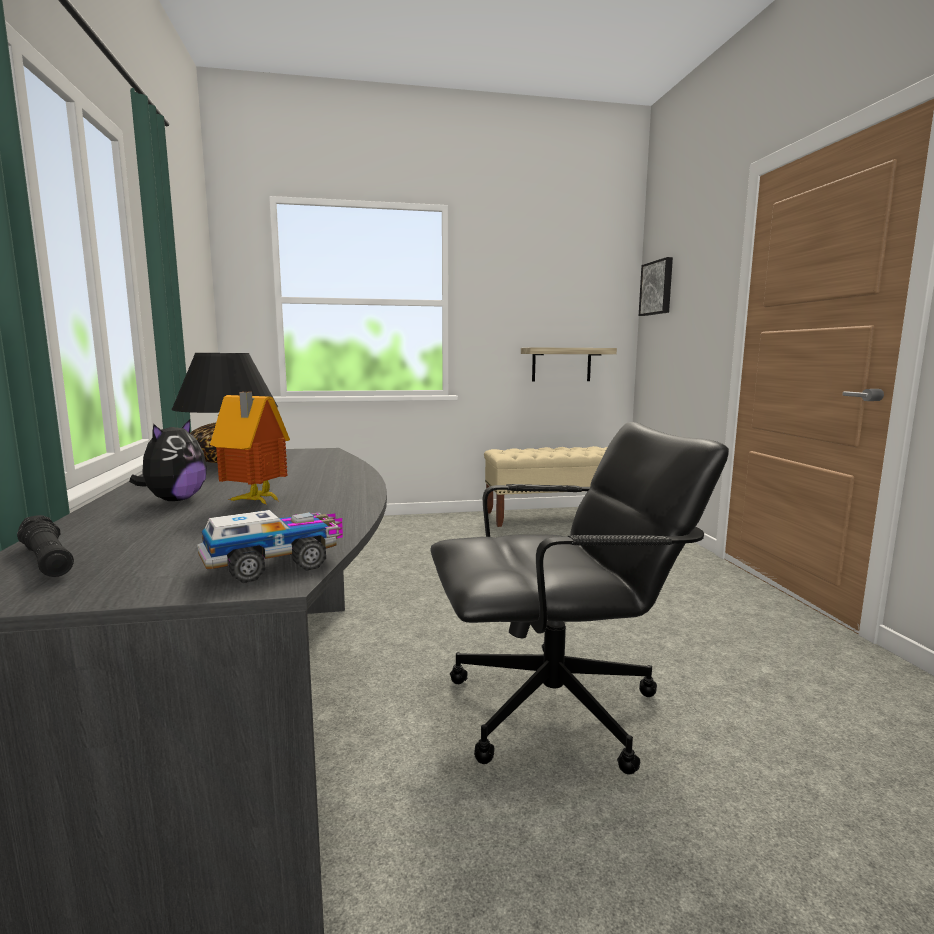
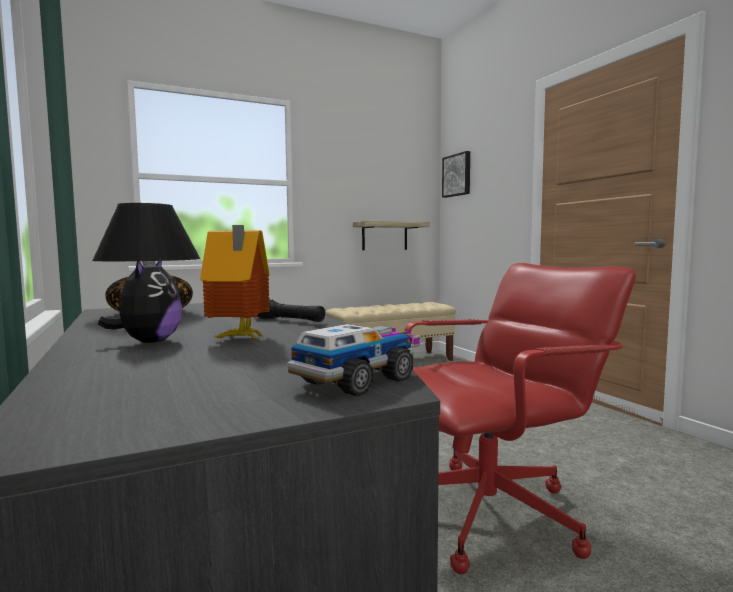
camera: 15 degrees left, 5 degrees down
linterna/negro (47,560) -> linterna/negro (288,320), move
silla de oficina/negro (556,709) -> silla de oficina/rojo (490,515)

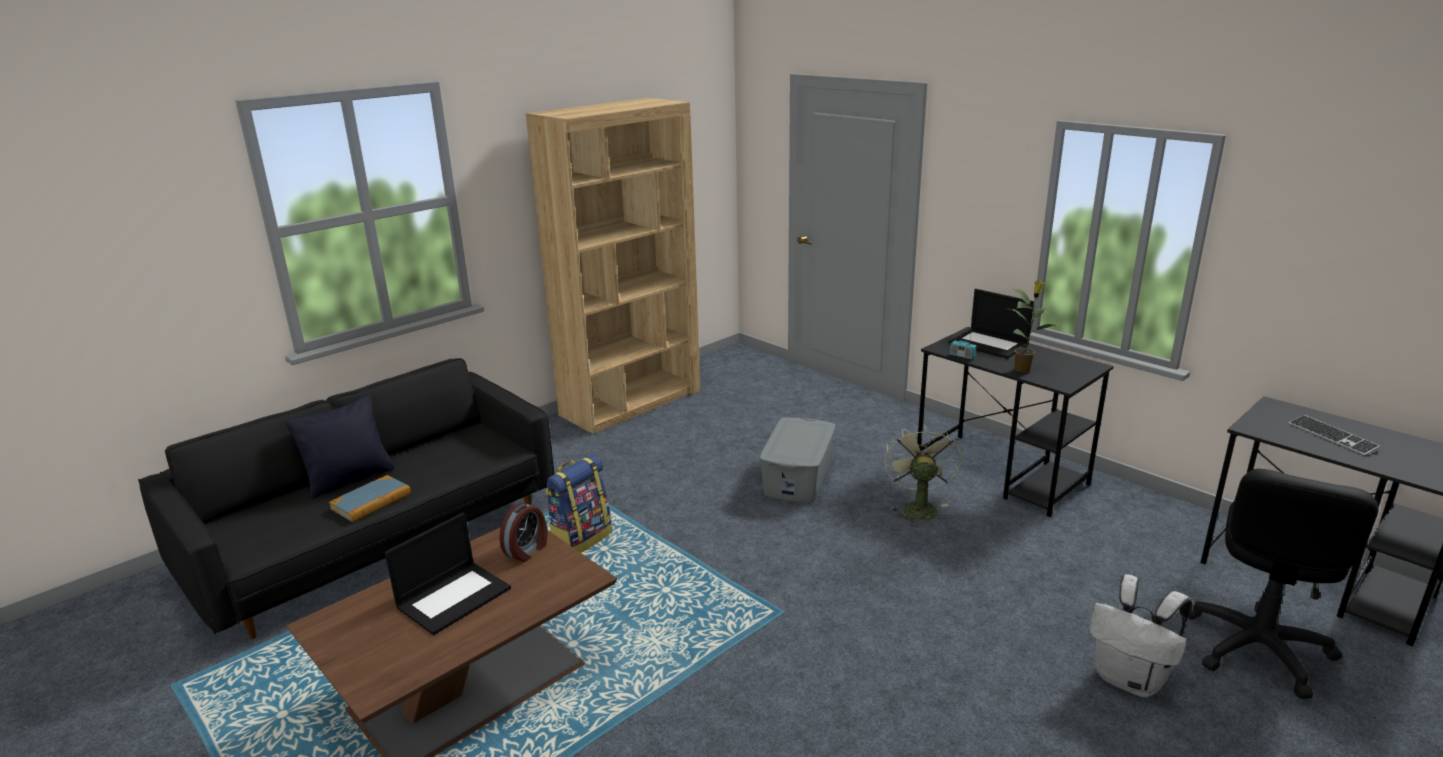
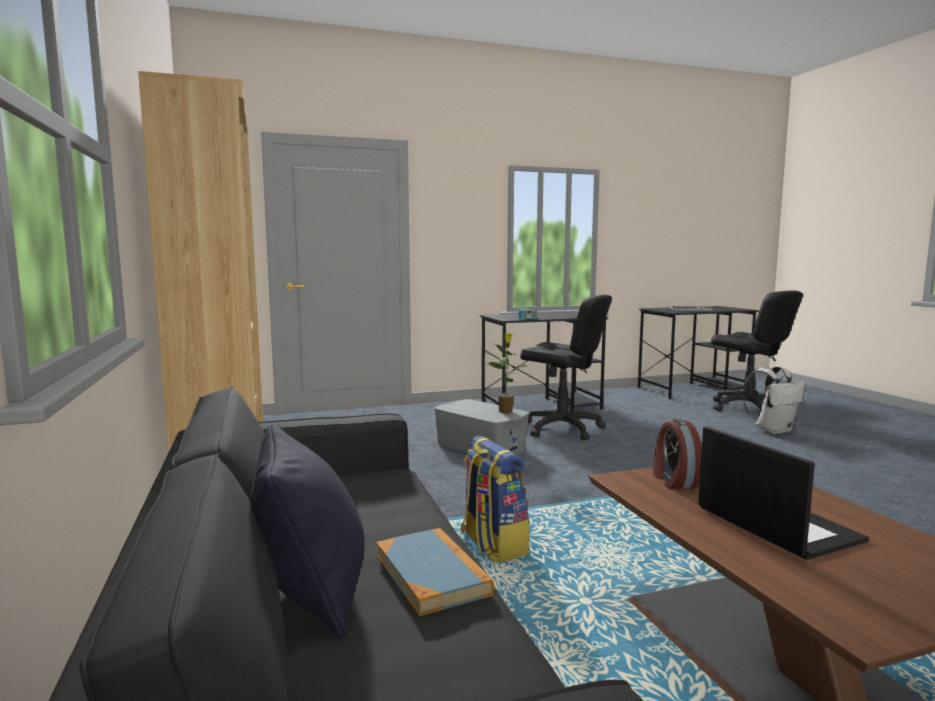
camera: 65 degrees left, 15 degrees down
planta en maceta (1023,369) -> planta en maceta (506,411), move
ventilador/verde (917,507) -> silla de oficina/negro (562,429)
despertador (527,550) -> despertador (673,481), 150 degrees counterclockwise
portátil (989,344) -> none

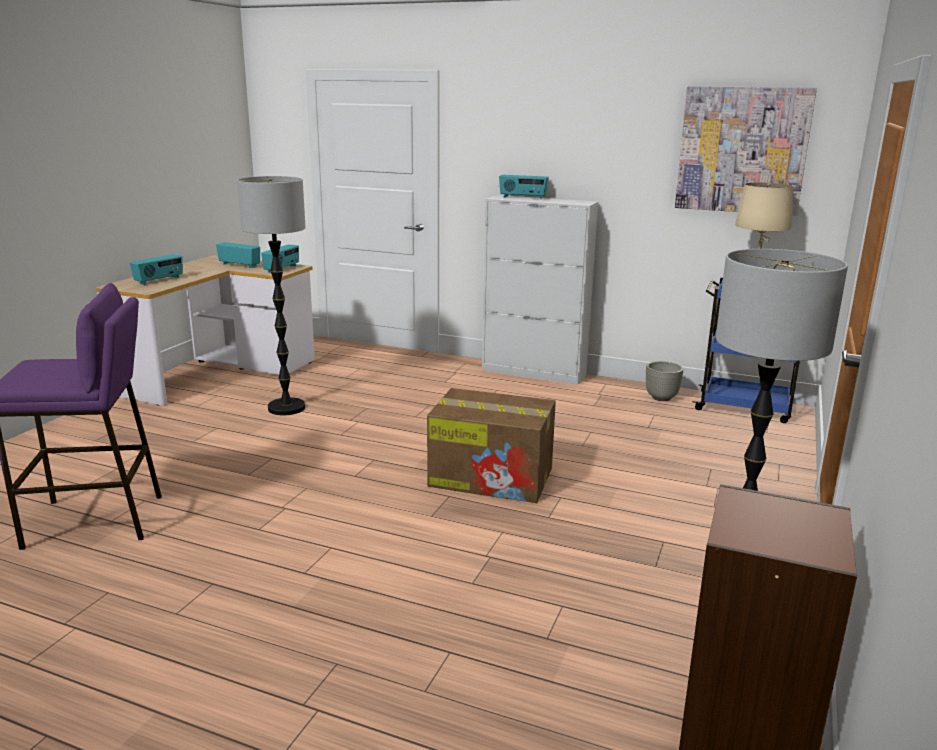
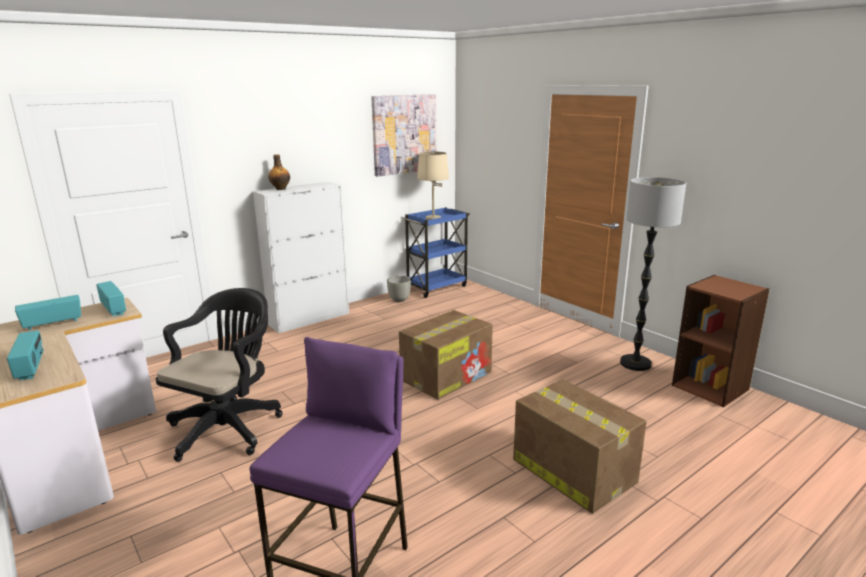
camera: 60 degrees left, 0 degrees up
lámpara de pie (286,408) -> silla de oficina/negro (228,427)
radio (523,197) -> botella (280,189)
none -> caja de cartón (572,470)

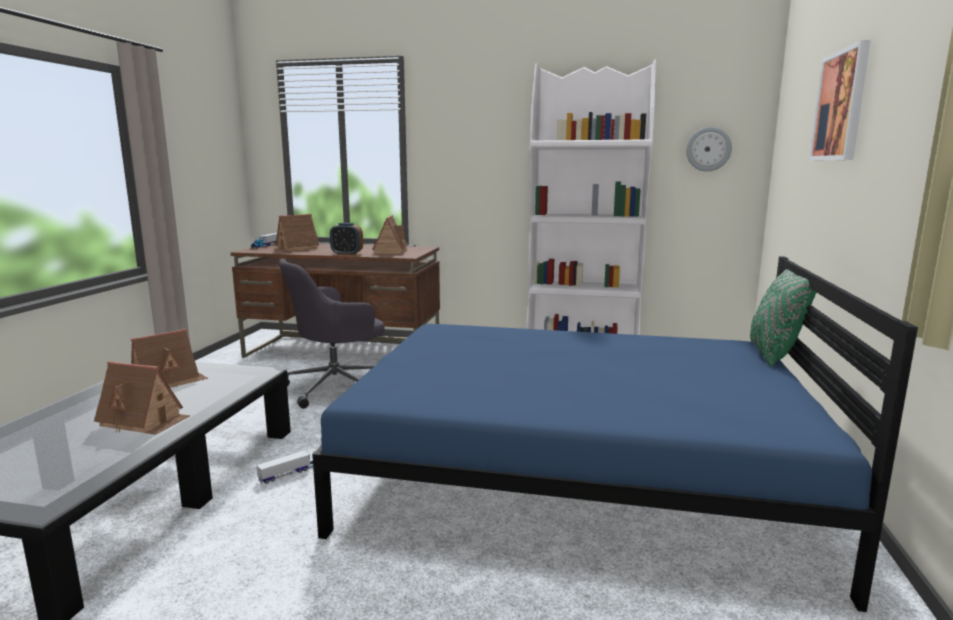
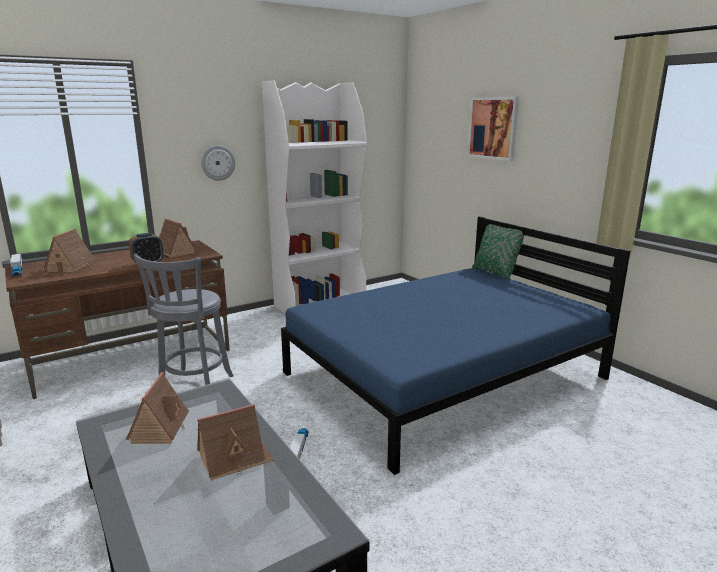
camera: 45 degrees left, 5 degrees up
silla de oficina/gris (337,387) -> taburete/gris (194,387)
reloj de pared (708,149) -> reloj de pared (218,162), move

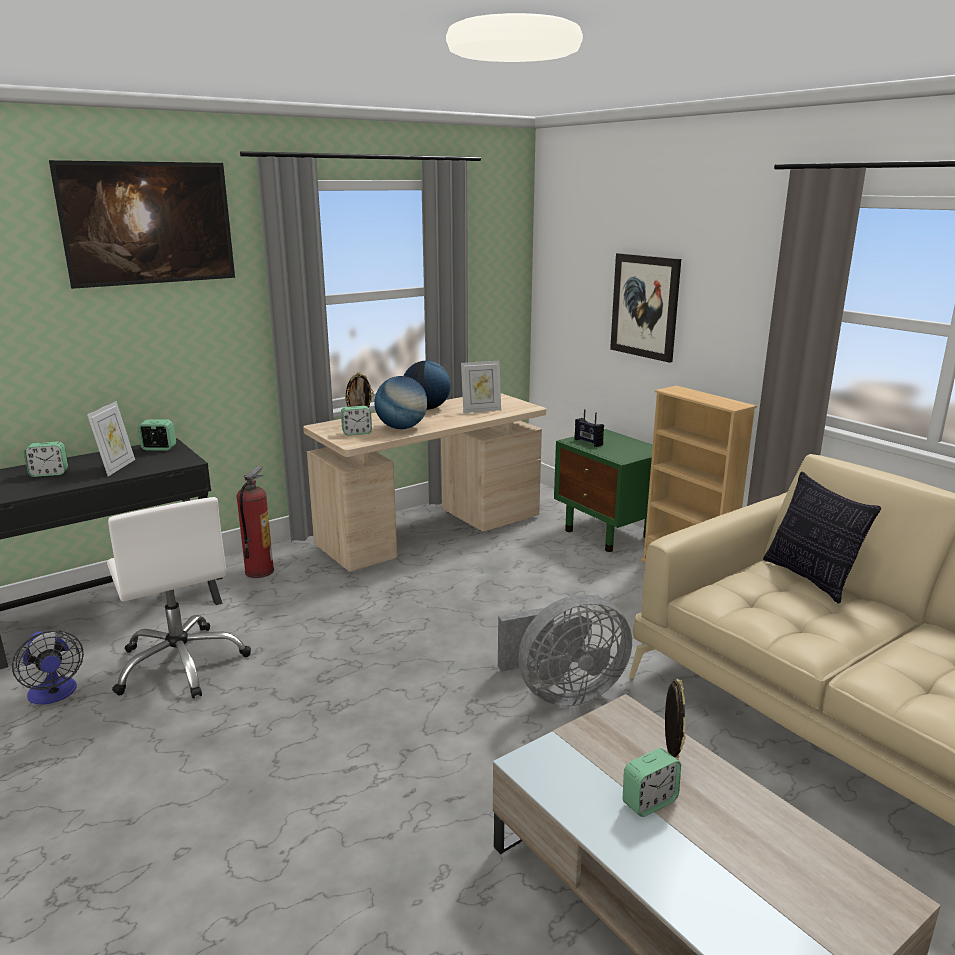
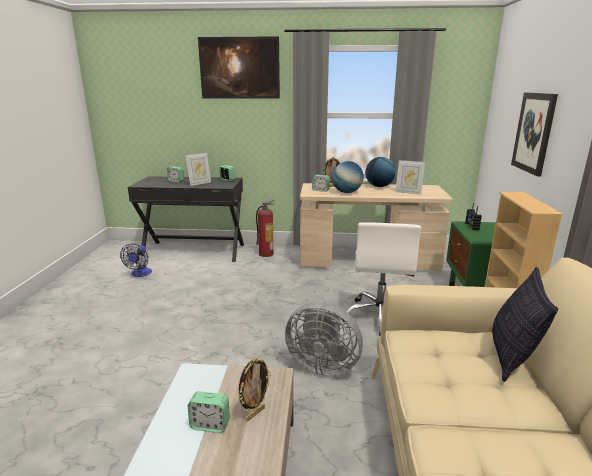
camera: 40 degrees right, 0 degrees up
silla de oficina/blanco (181,663) -> silla de oficina/blanco (380,317), move

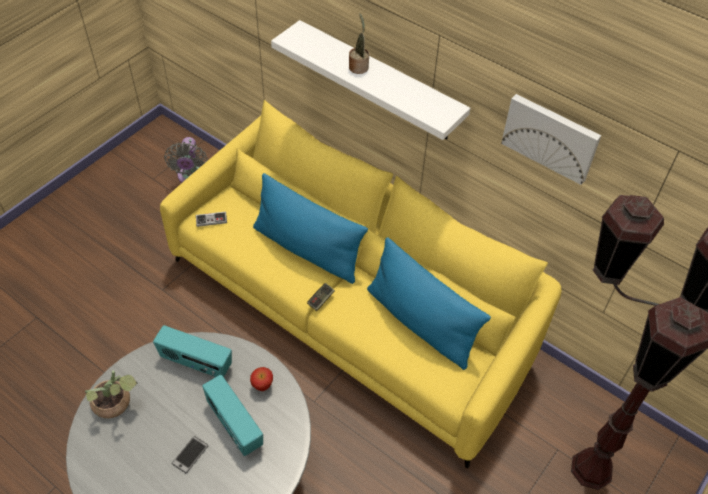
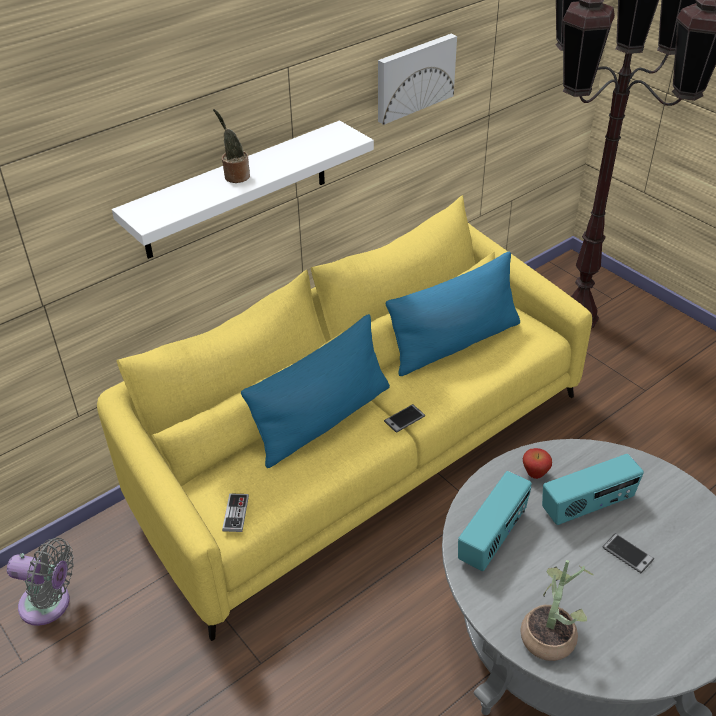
camera: 75 degrees left, 10 degrees down
mando de consola (321,300) -> móvil (404,419)

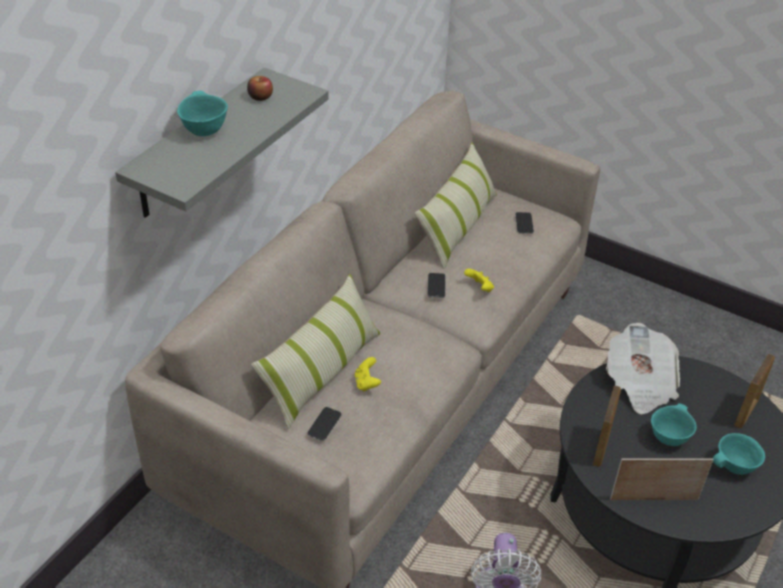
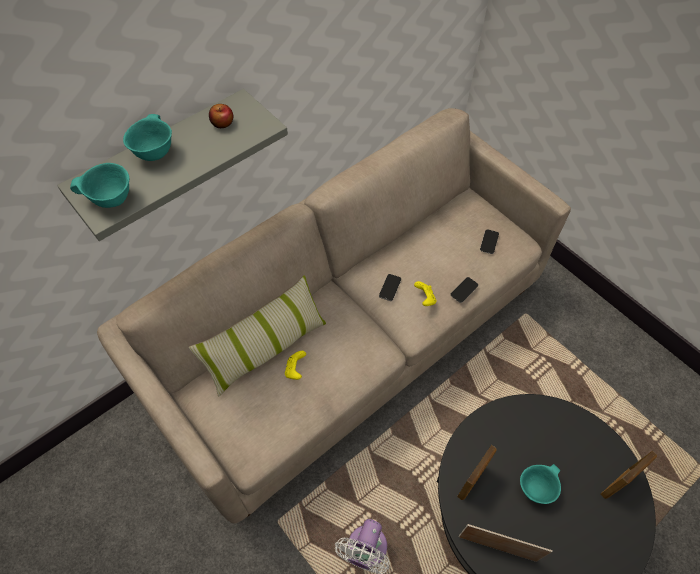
camera: 20 degrees right, 15 degrees up
cuenco/turquesa (734,467) -> cuenco/turquesa (111,200), move
móvil (324,424) -> móvil (464,290), move
cojín (457,226) -> none
periódico (639,384) -> none

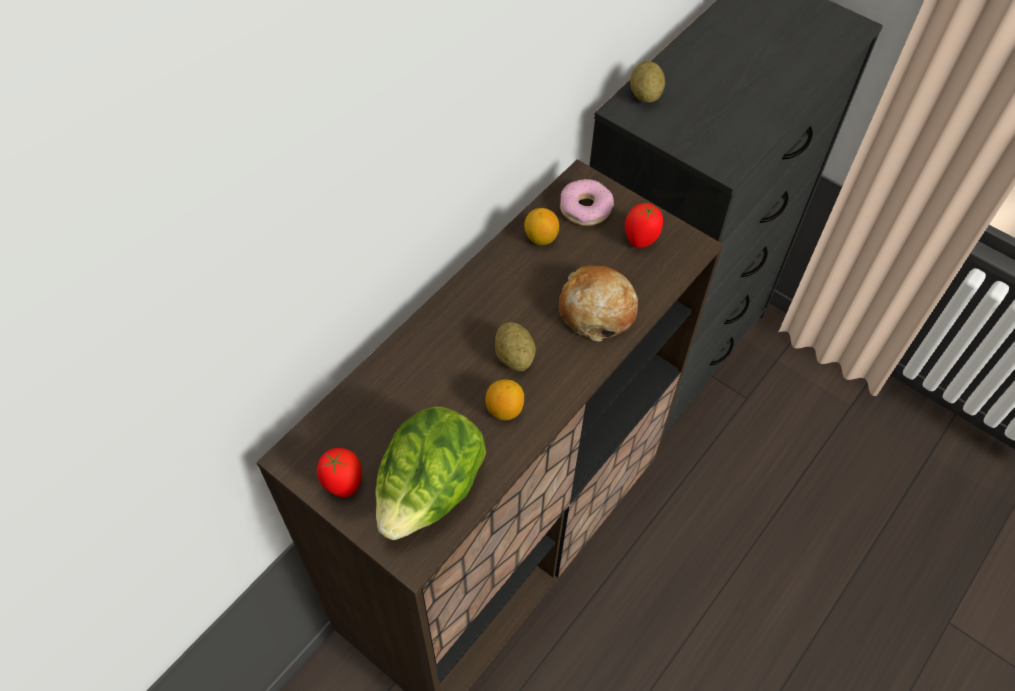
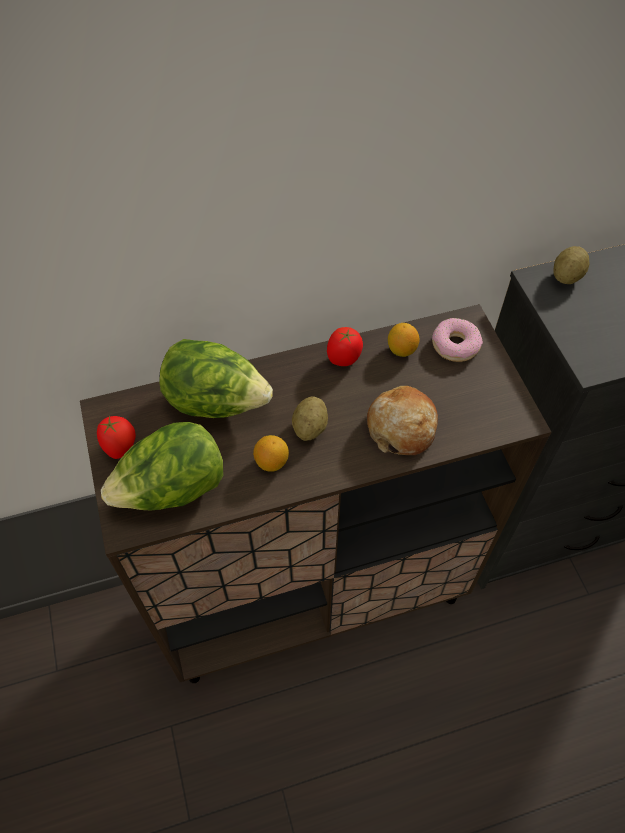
camera: 35 degrees right, 0 degrees up
none -> lechuga (216,402)
tomate (641,239) -> tomate (344,359), move

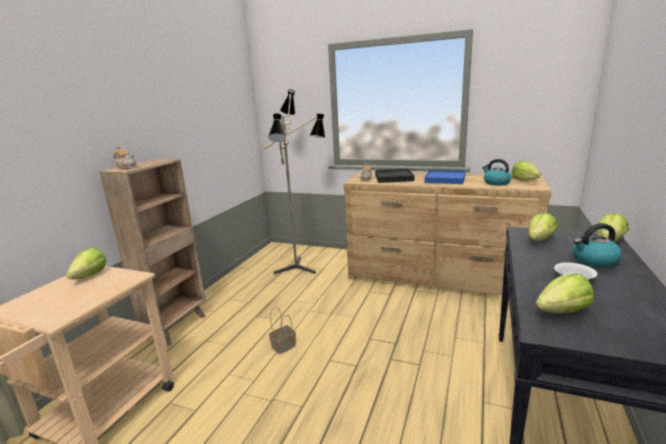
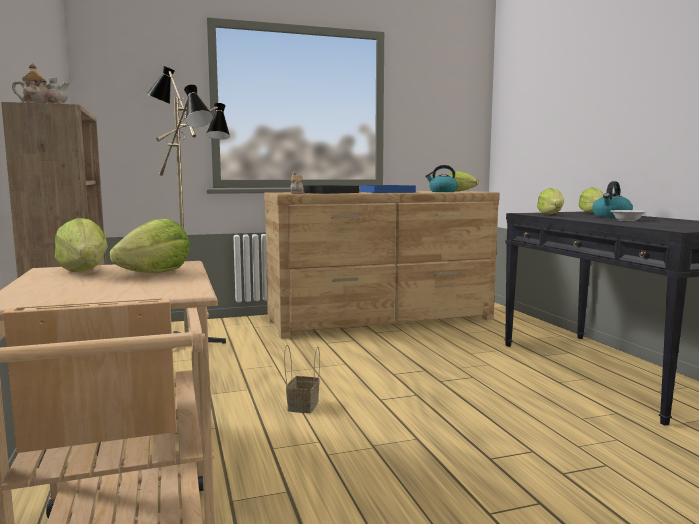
camera: 40 degrees left, 10 degrees down
lechuga (562,311) -> lechuga (155,273), move

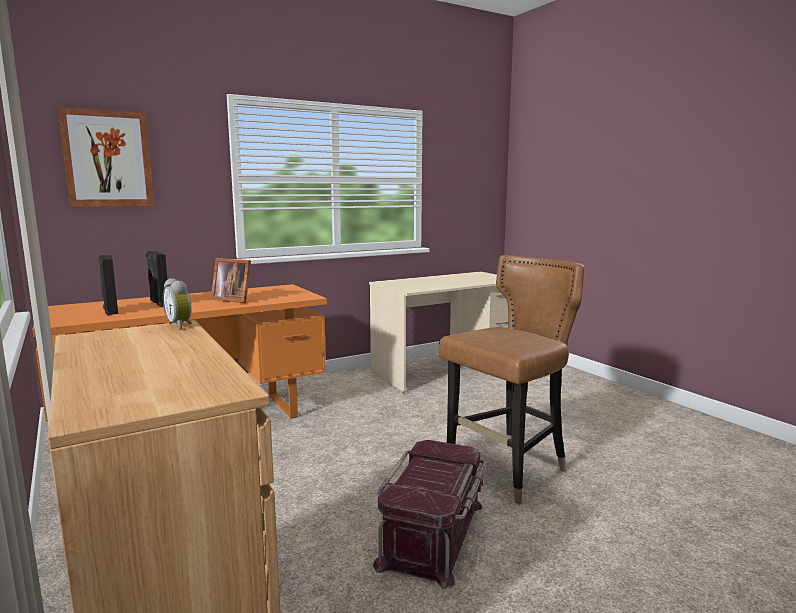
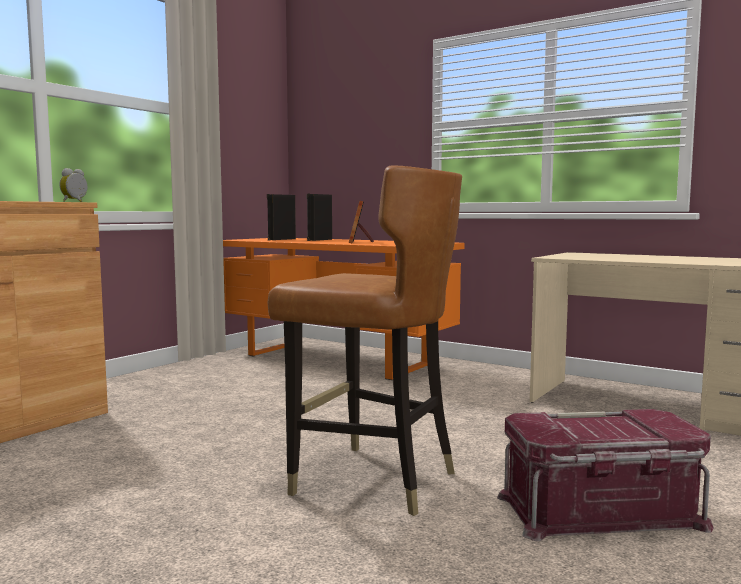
camera: 65 degrees right, 5 degrees down
caja de almacenaje/rojo (434,534) -> caja de almacenaje/rojo (600,512), move
cuadro (108,159) -> none

